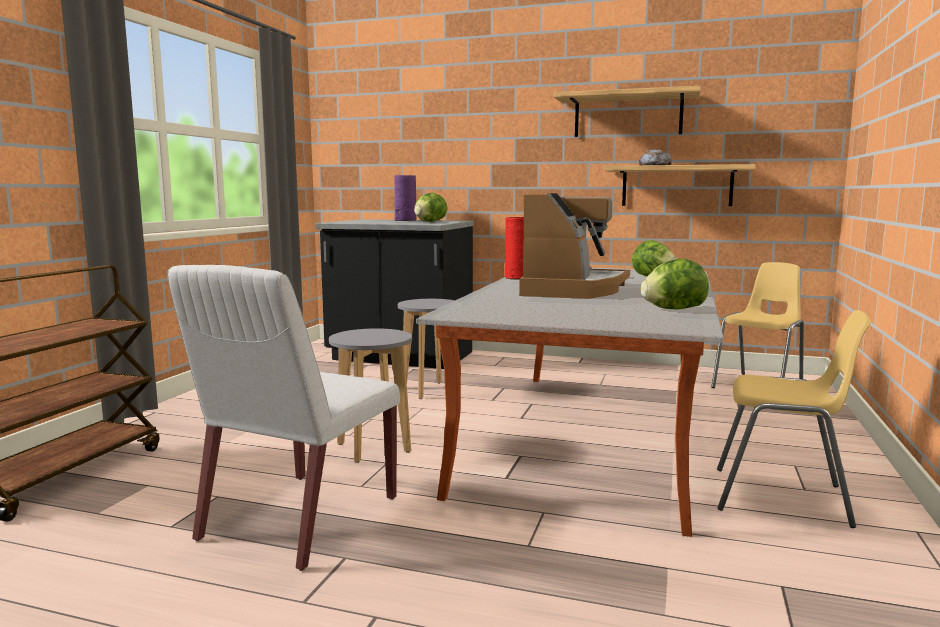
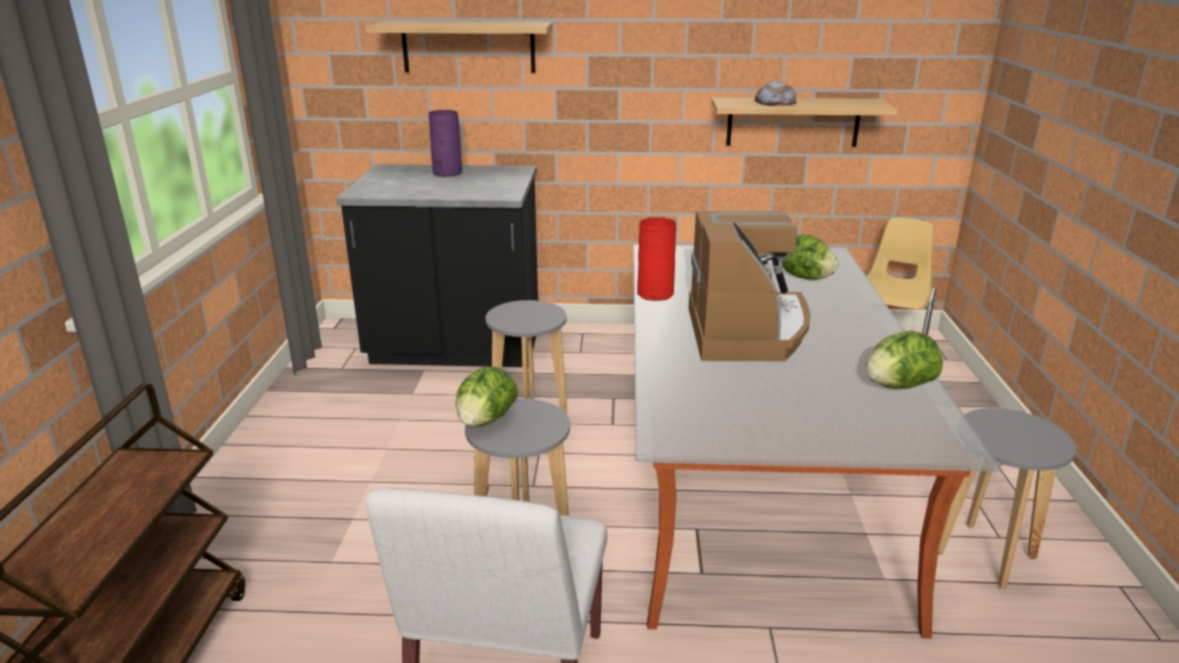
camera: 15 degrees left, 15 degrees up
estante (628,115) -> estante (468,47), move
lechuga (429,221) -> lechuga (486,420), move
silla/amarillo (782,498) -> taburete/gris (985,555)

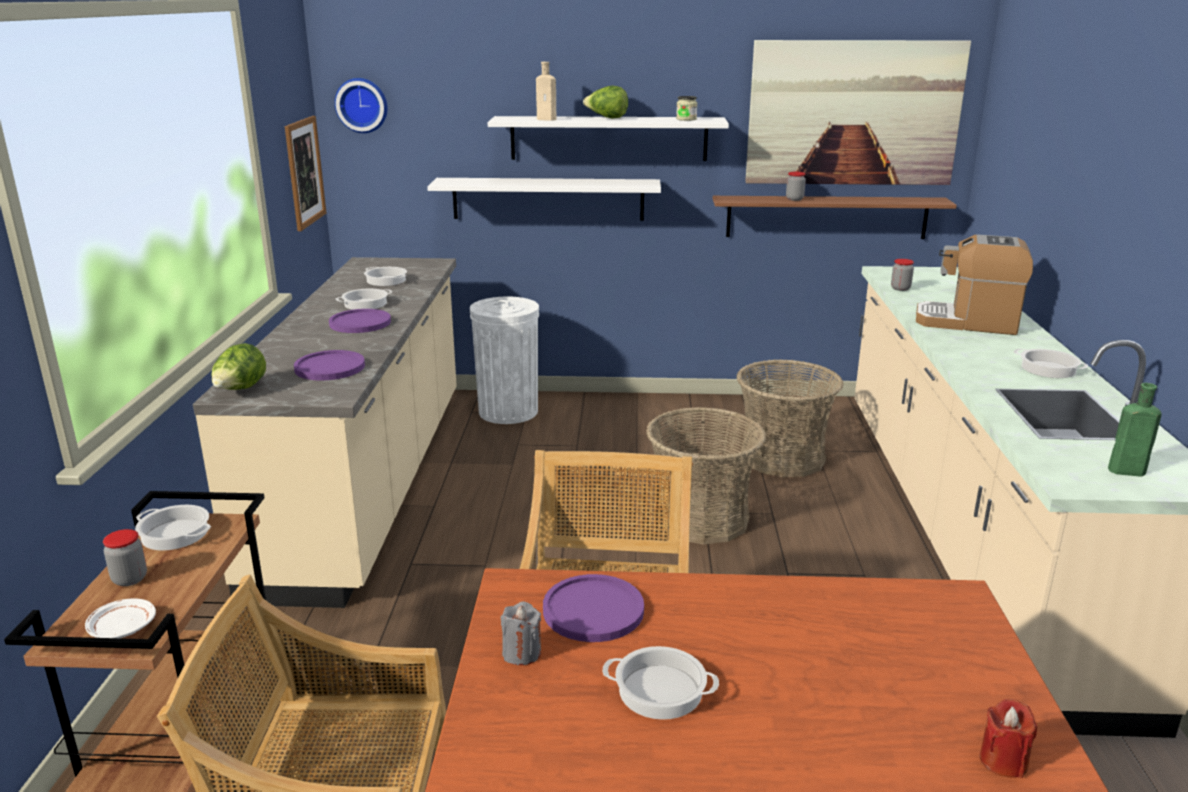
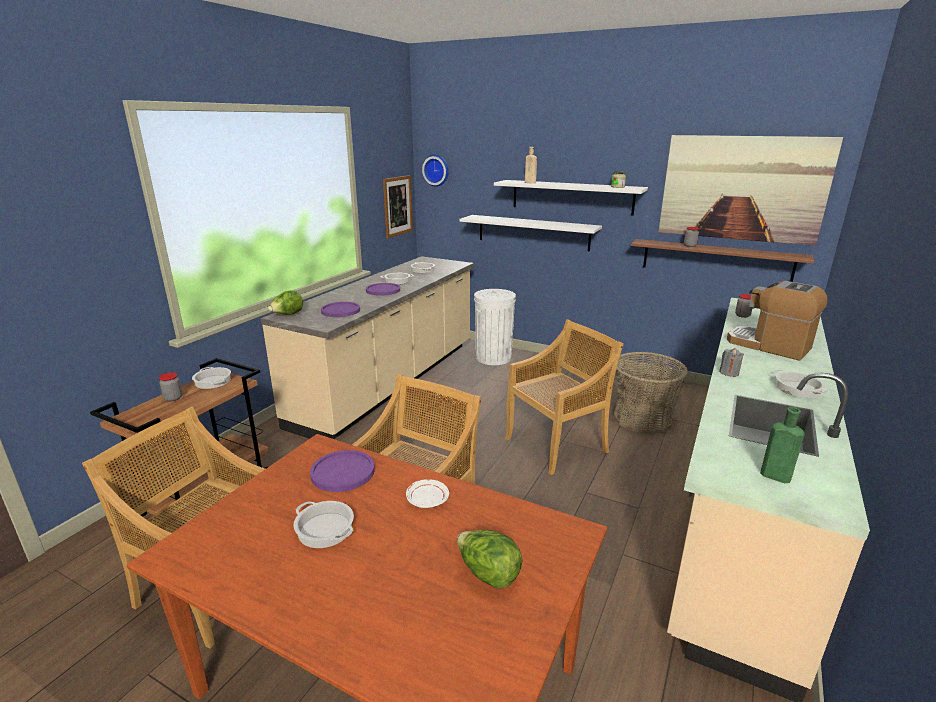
camera: 25 degrees right, 0 degrees up
plato/blanco (122,628) -> plato/blanco (427,500), move
lechuga (607,118) -> lechuga (488,574), move
cesta (701,519) -> silla/beis (557,444)
vela/gris (521,653) -> vela/gris (729,373), move
vela/rojo (1003,761) -> none

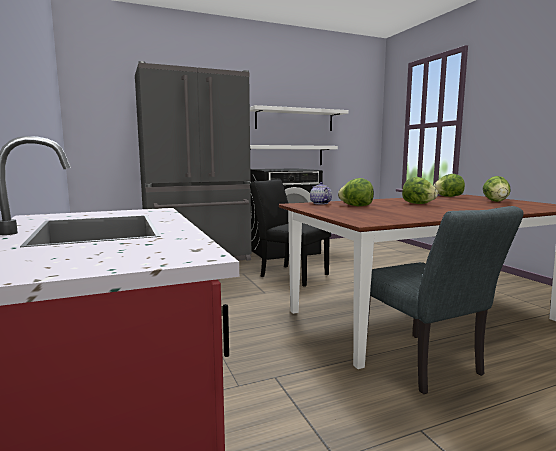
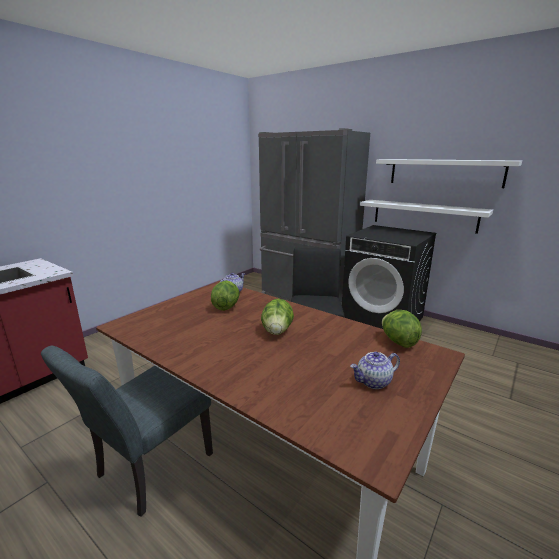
camera: 60 degrees right, 10 degrees up
lechuga (496,201) -> tetera (373,382)

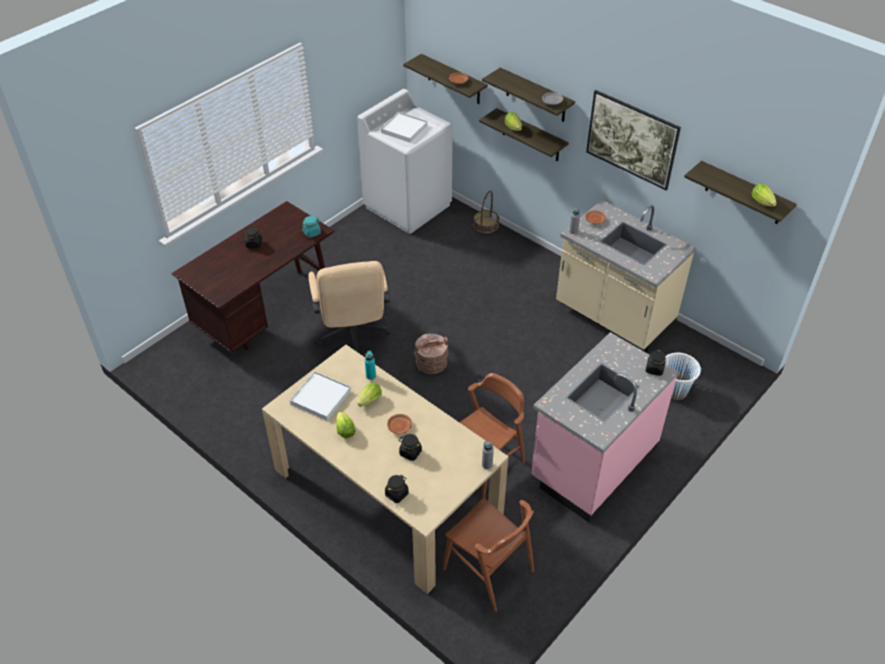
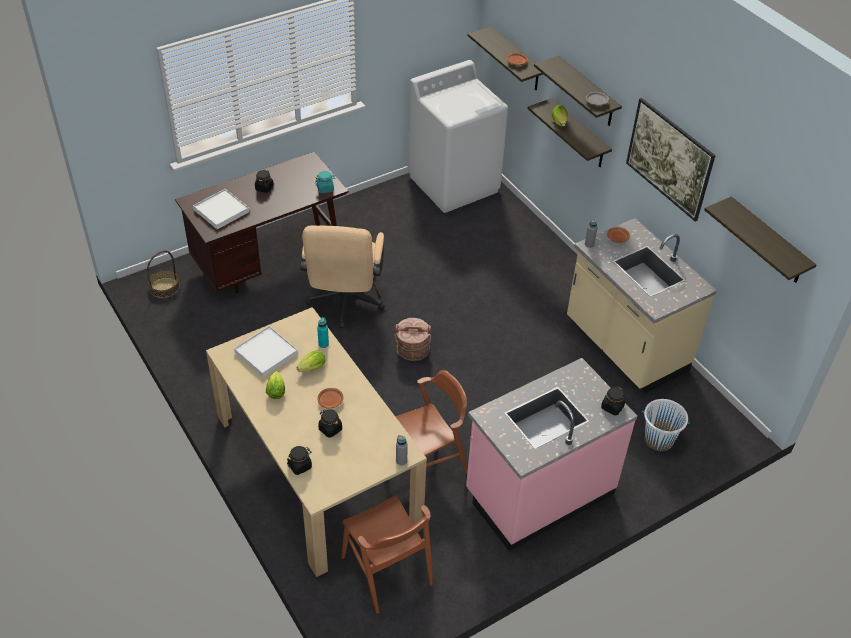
camera: 15 degrees right, 0 degrees up
cesta (486,225) -> cesta (164,287), move
bandeja/blanco (404,129) -> bandeja/blanco (221,211), move
lechuga (763,203) -> none

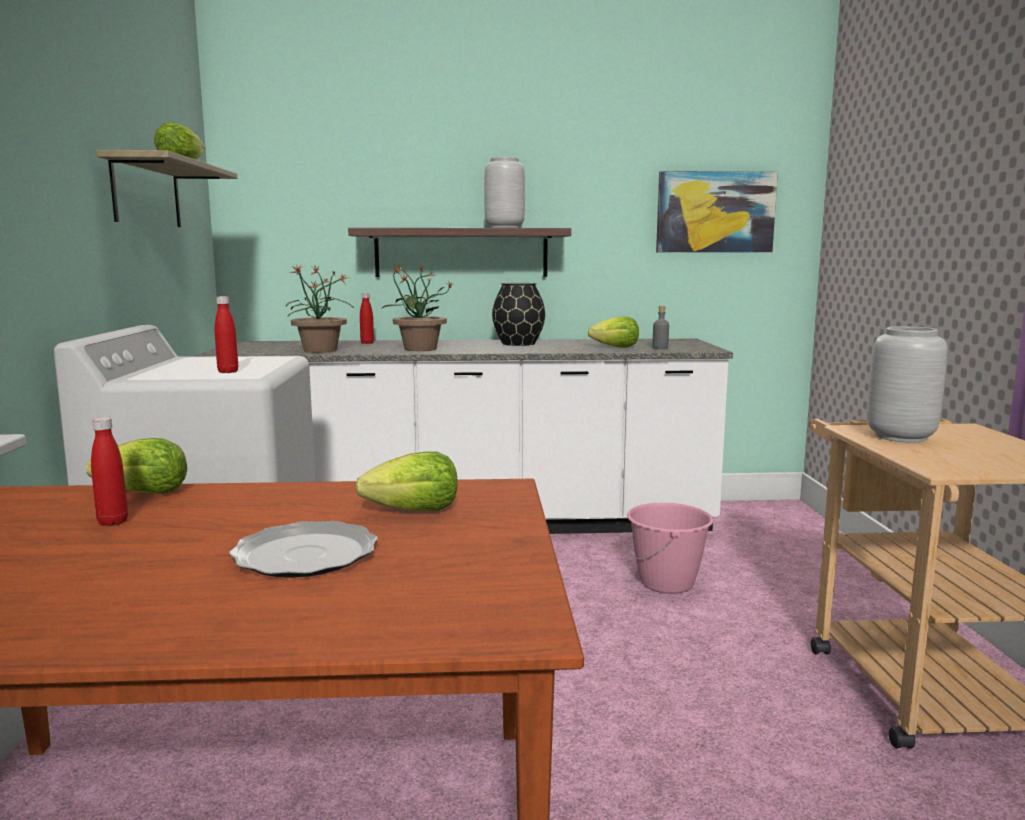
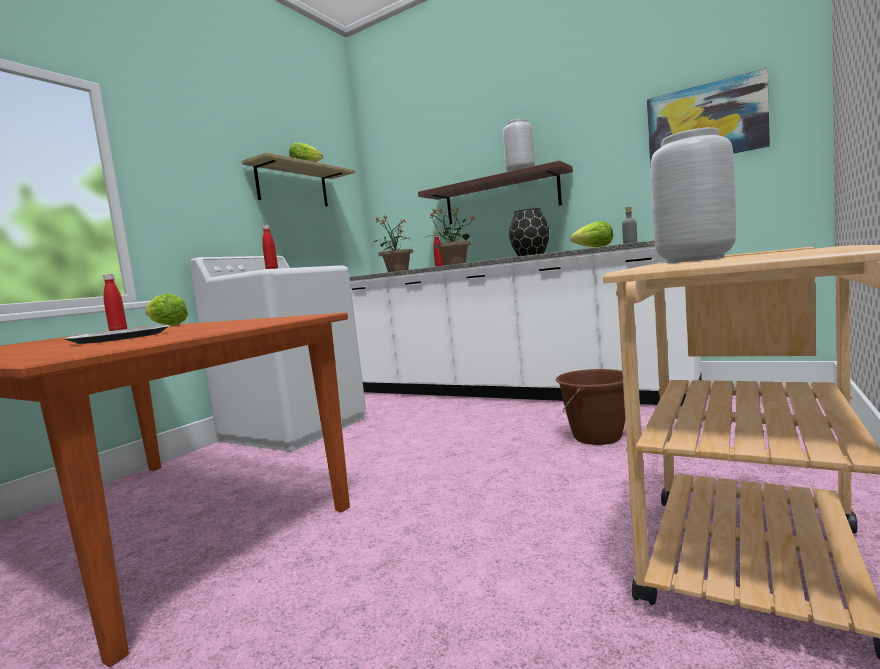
camera: 35 degrees right, 5 degrees down
cubo/rosa (667,583) -> cubo/marrón (597,437)
lechuga (414,512) -> none

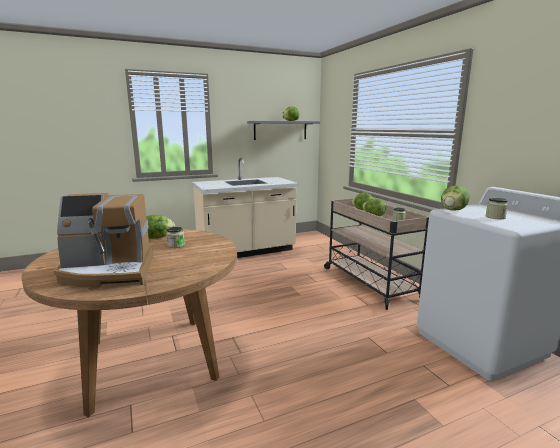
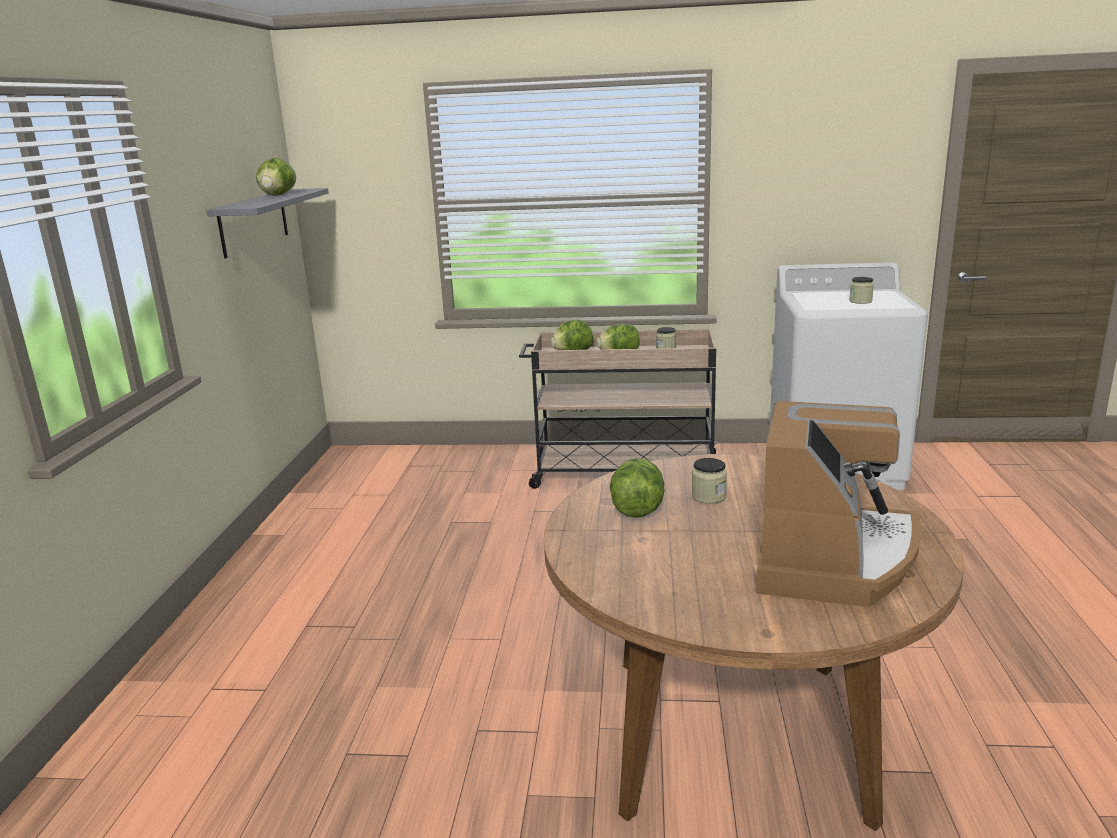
camera: 60 degrees left, 5 degrees up
mueble bajo de cocina/beis (246,251) -> none
lechuga (453,210) -> none

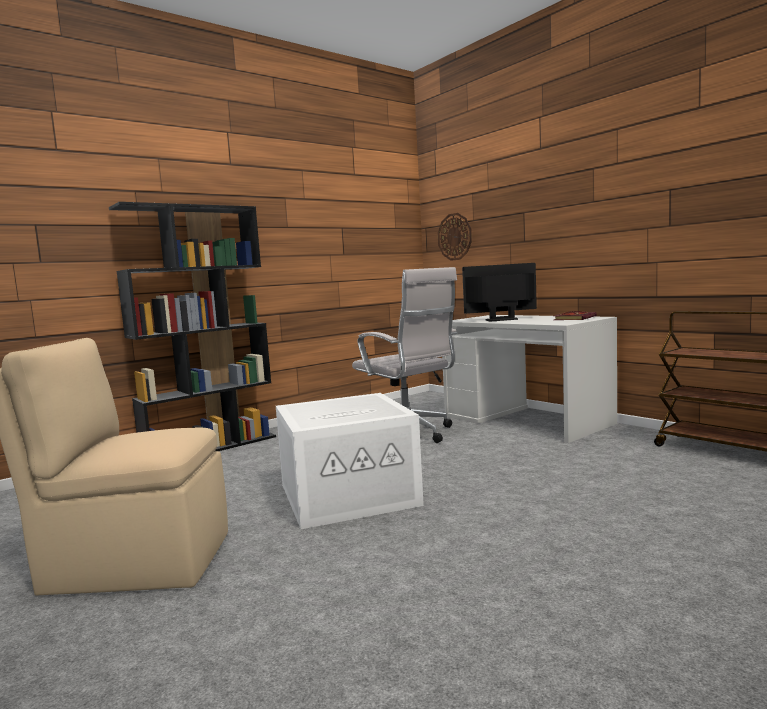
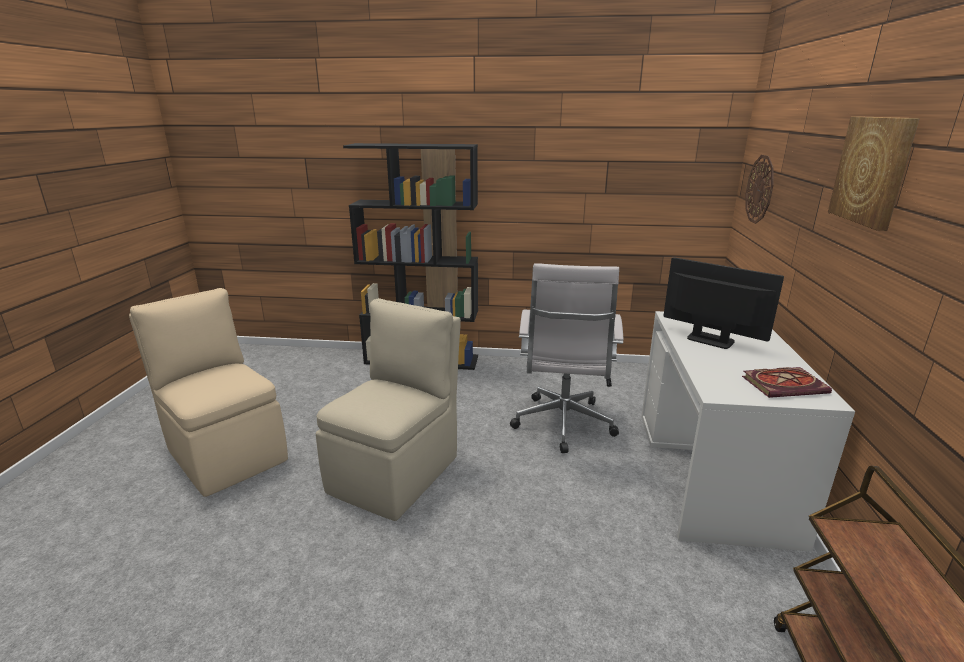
camera: 45 degrees right, 15 degrees up
caja de almacenaje/blanco (349,494) -> silla/beis (397,472)
none -> cuadro (873,170)

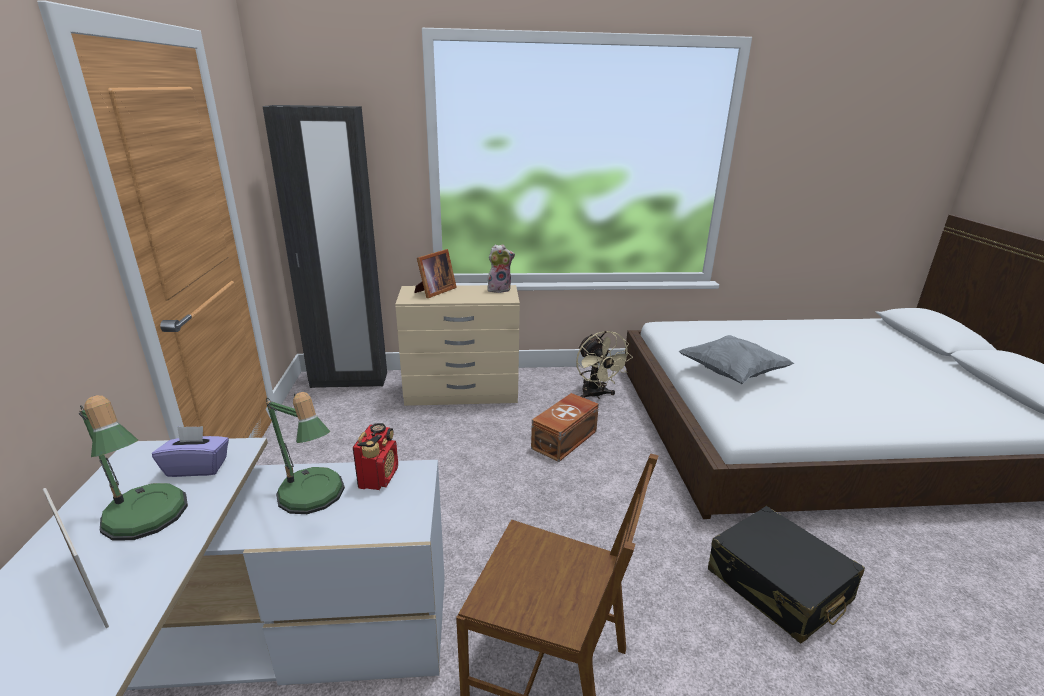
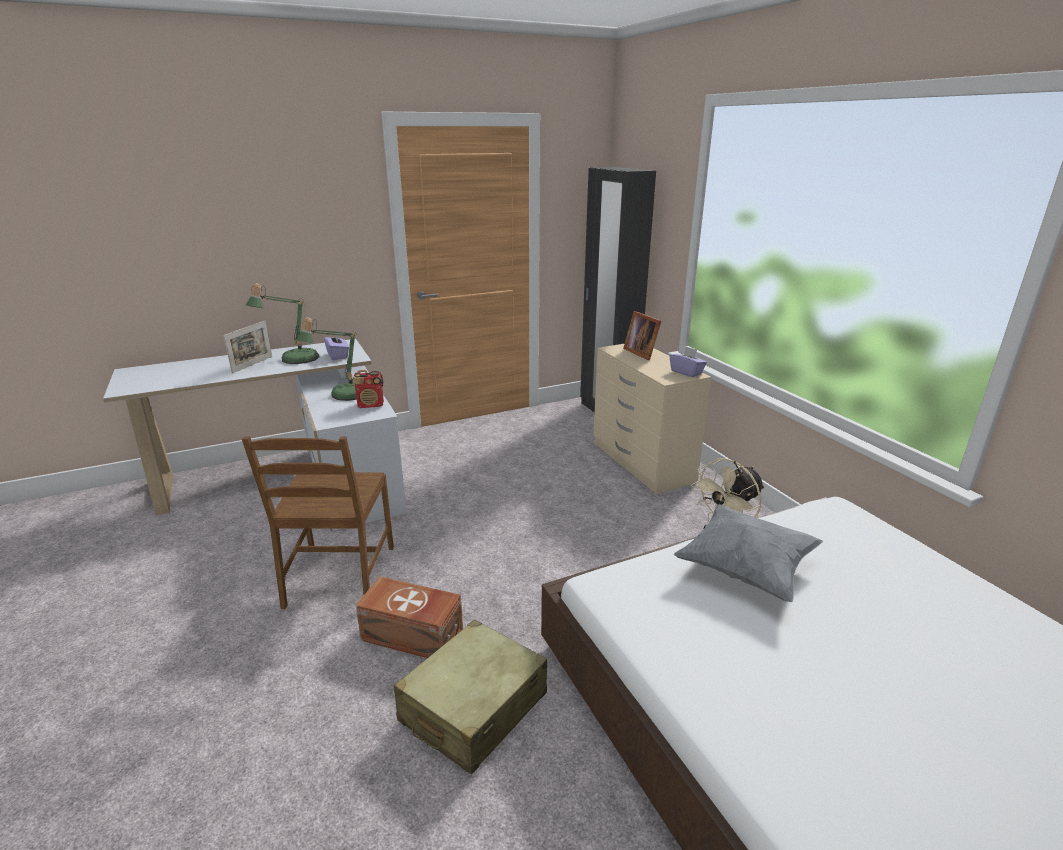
camera: 70 degrees right, 0 degrees up
caja de almacenaje/marrón (565,439) -> caja de almacenaje/marrón (413,636), move
maleta/negro (777,585) -> maleta/beis (473,708)
portarretratos (434,291) -> portarretratos (641,352), 45 degrees clockwise
peluche (499,289) -> caja de pañuelos/morado (686,372)

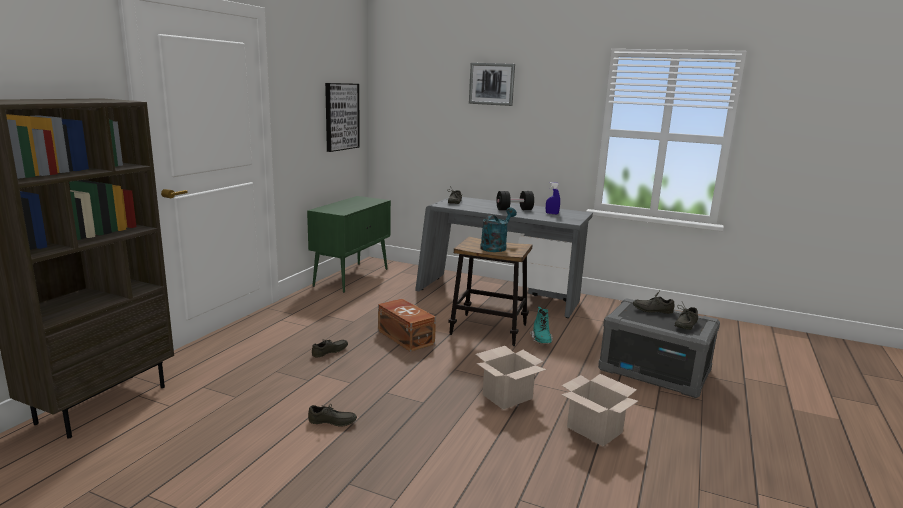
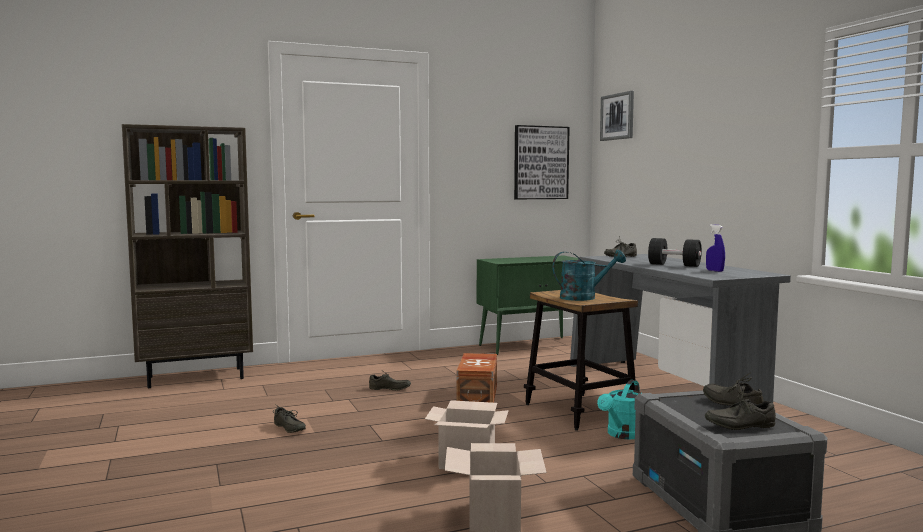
camera: 45 degrees right, 10 degrees down
bota/turquesa (541,340) -> regadera/turquesa (622,435)
cuadro (492,84) -> cuadro (617,116), move

